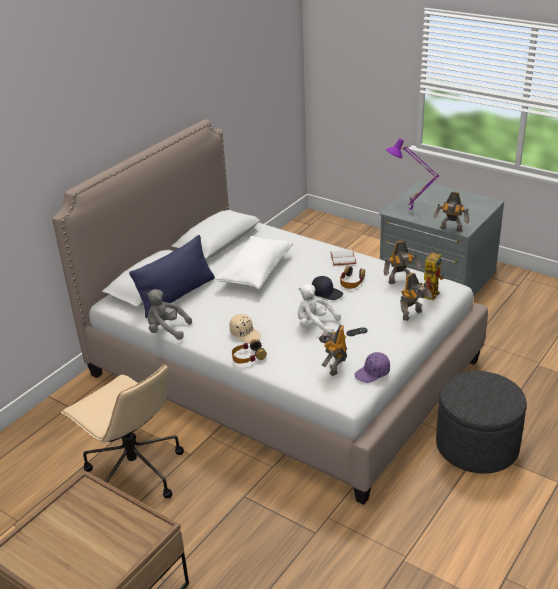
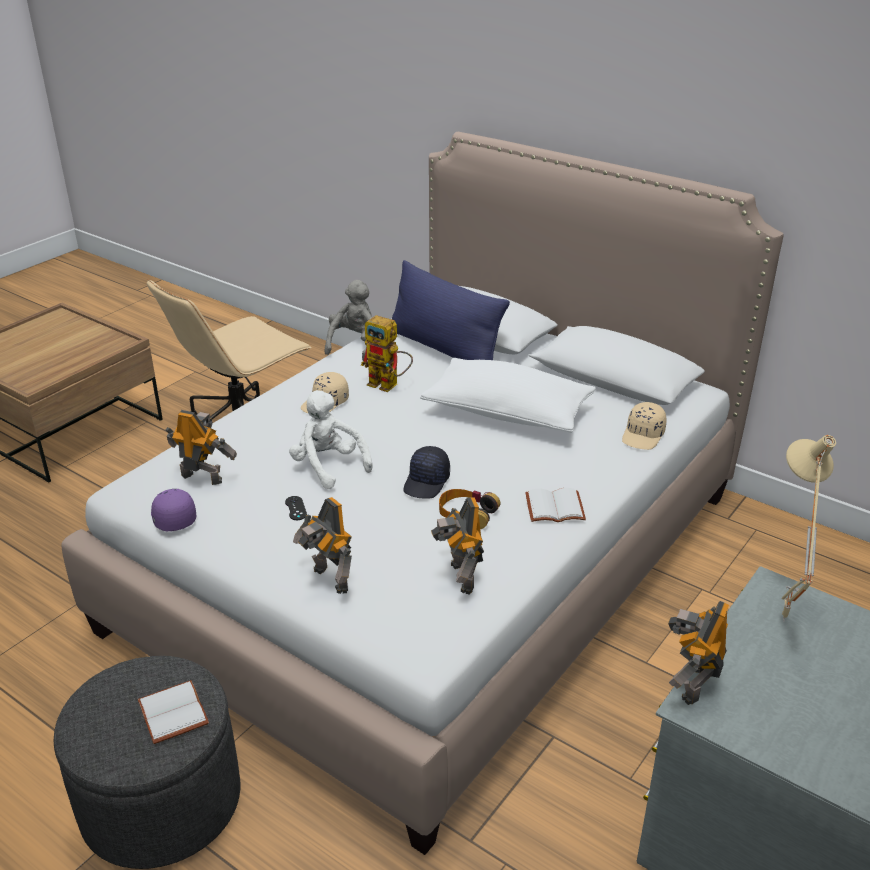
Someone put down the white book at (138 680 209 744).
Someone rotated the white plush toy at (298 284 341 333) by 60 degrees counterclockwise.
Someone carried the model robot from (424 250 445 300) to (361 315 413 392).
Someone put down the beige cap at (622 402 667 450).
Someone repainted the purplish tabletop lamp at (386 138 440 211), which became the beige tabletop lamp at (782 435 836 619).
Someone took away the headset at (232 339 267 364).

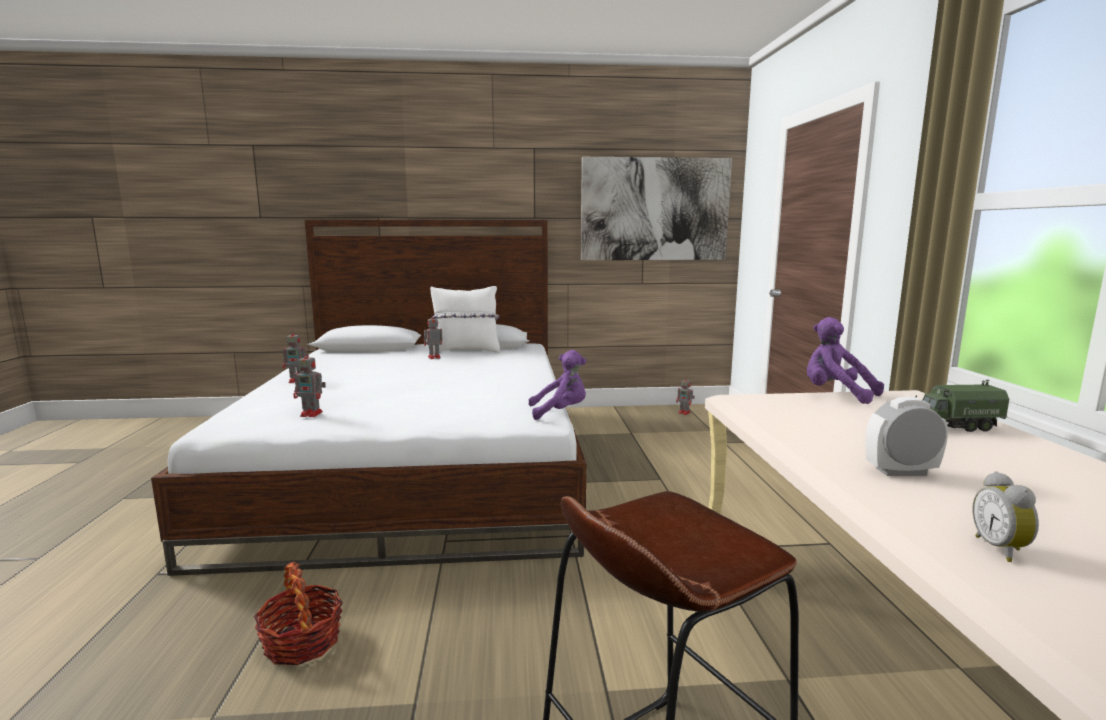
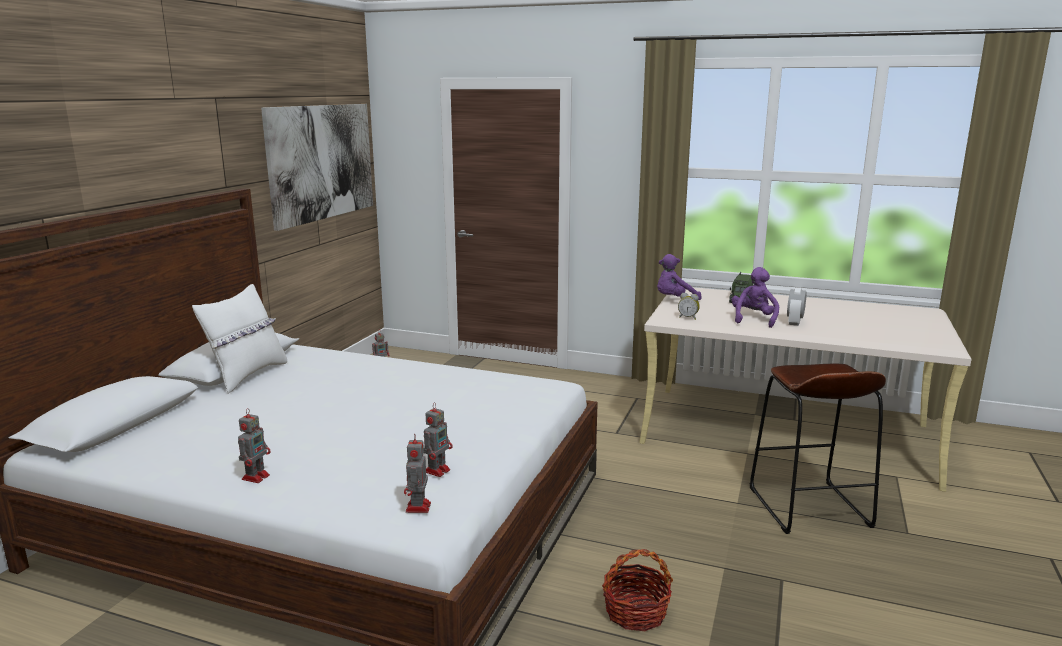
Someone carried the model robot from (424 314 442 359) to (404 433 431 513).
Someone carried the bedside clock from (972 471 1039 562) to (678 293 700 320).
Someone carried the purplish plush toy from (529 350 586 420) to (732 267 779 328).

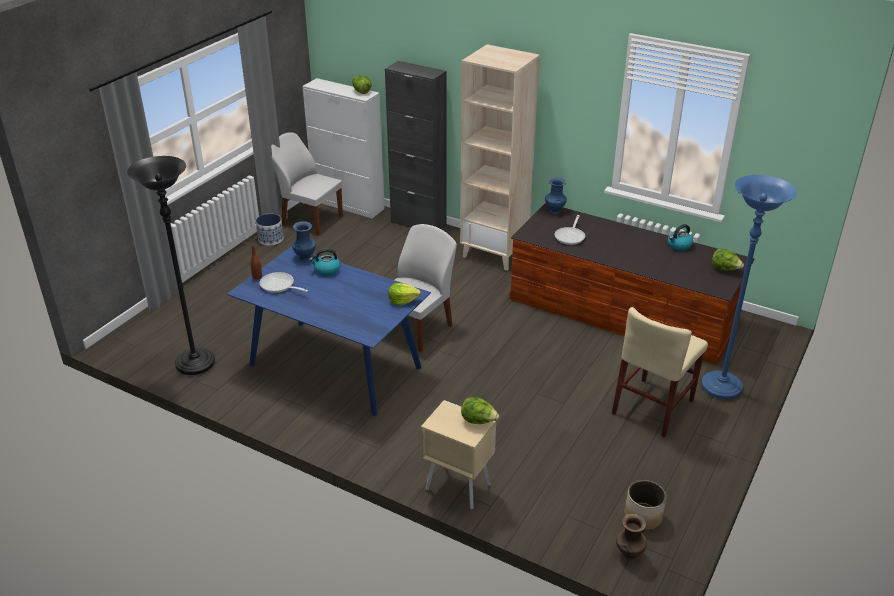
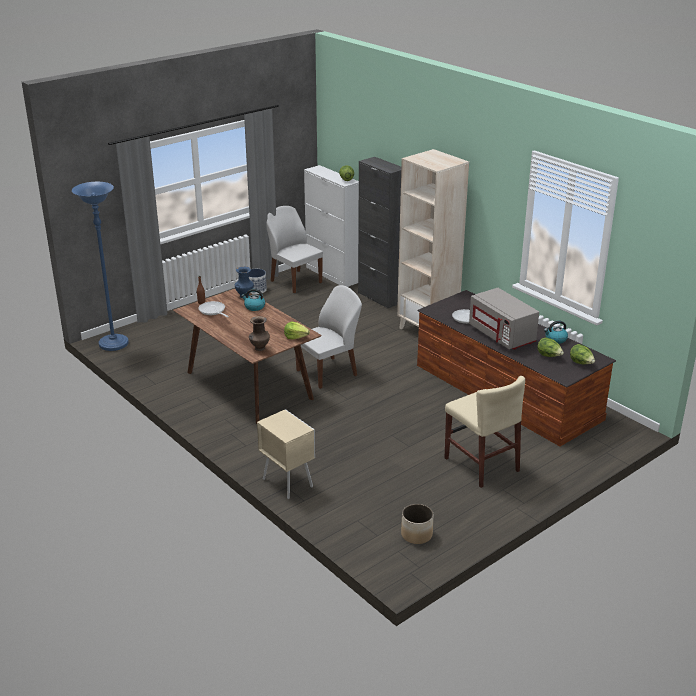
Someone carried the bluish standard lamp from (701 175 797 400) to (72 182 129 351).
Someone repainted the bluish kitchen table at (227 247 431 416), which became the brown-coloured kitchen table at (173 289 322 424).
Someone carried the brown-coloured flower vase from (616 514 647 560) to (249 316 270 351).
Someone rotated the beige upright chair at (612 307 708 438) by 90 degrees counterclockwise.
Someone put down the grey microwave at (469 288 539 350).
Someone carried the lettuce from (461 397 499 424) to (537 337 564 357).
Someone took away the black-coloured standard lamp at (127 156 215 375).
Someone took away the bluish flower vase at (545 177 567 214).

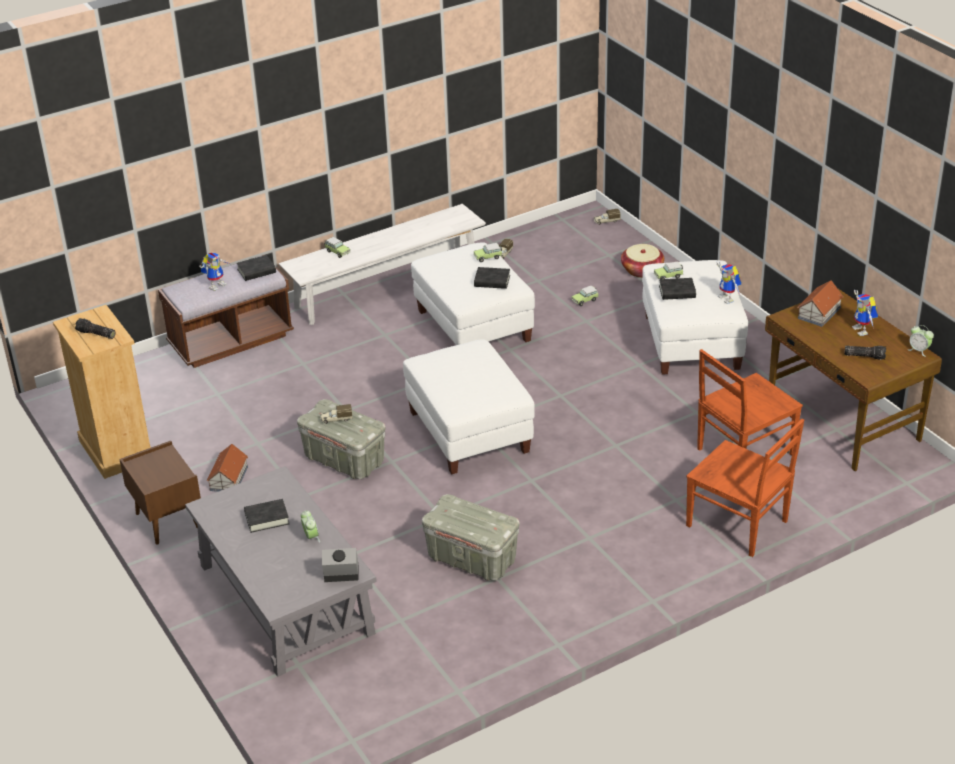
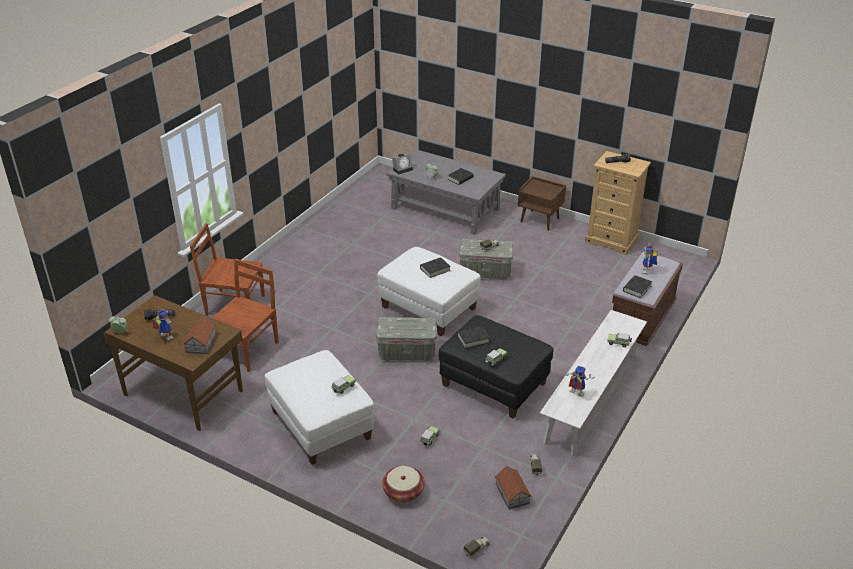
Someone carried the grey storage container from (422 494 520 581) to (376 317 437 362).
Someone carried the black-coloured book from (659 278 696 300) to (420 257 450 278).
Someone repainted the white pouffe at (411 242 535 345), which became the black-coloured pouffe at (439 315 554 419).
Someone carried the toy house from (206 444 248 492) to (495 465 531 509).
Someone carried the model robot from (716 262 741 304) to (564 366 594 397).

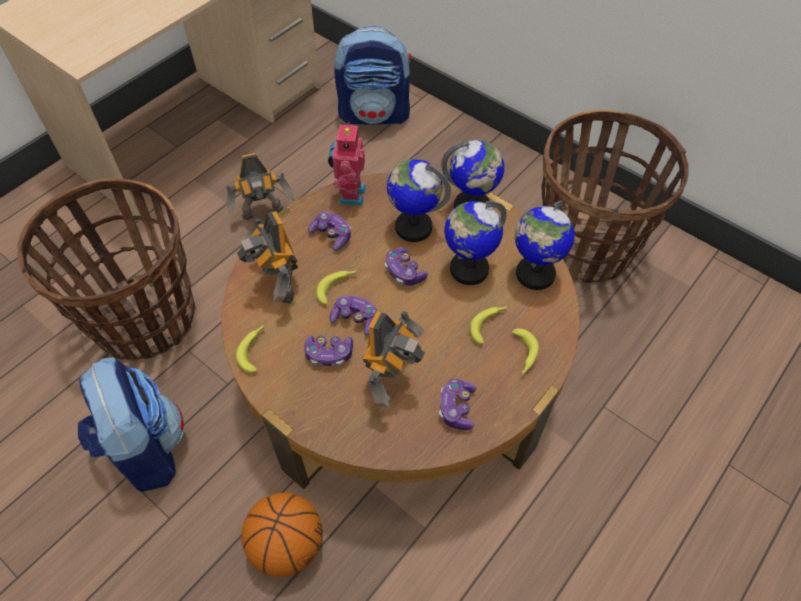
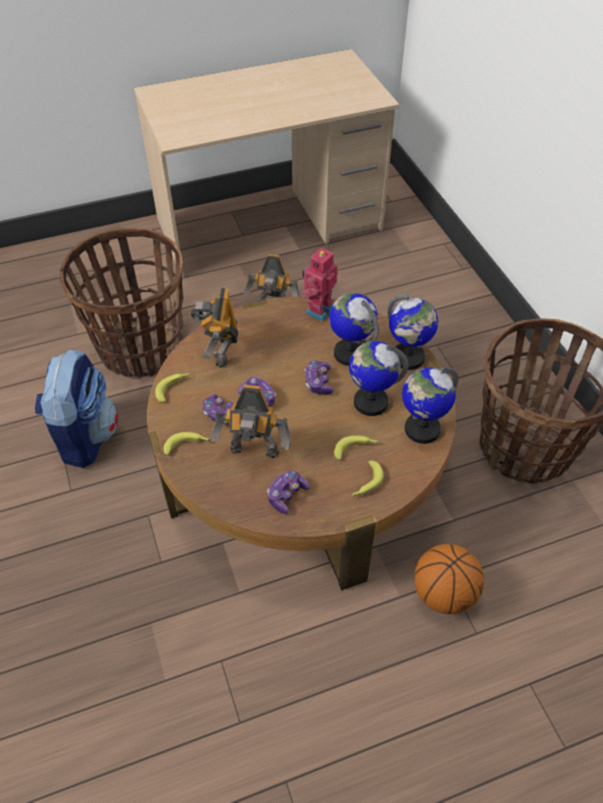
Someone carried the banana fruit from (316 270 357 305) to (164 432 210 455).
Someone rotated the model robot at (363 311 425 408) by 45 degrees clockwise.
Someone carried the basketball ball from (241 493 323 577) to (414 544 484 614).
Someone took away the joypad at (308 212 351 251).
Someone took away the backpack at (334 26 412 125).

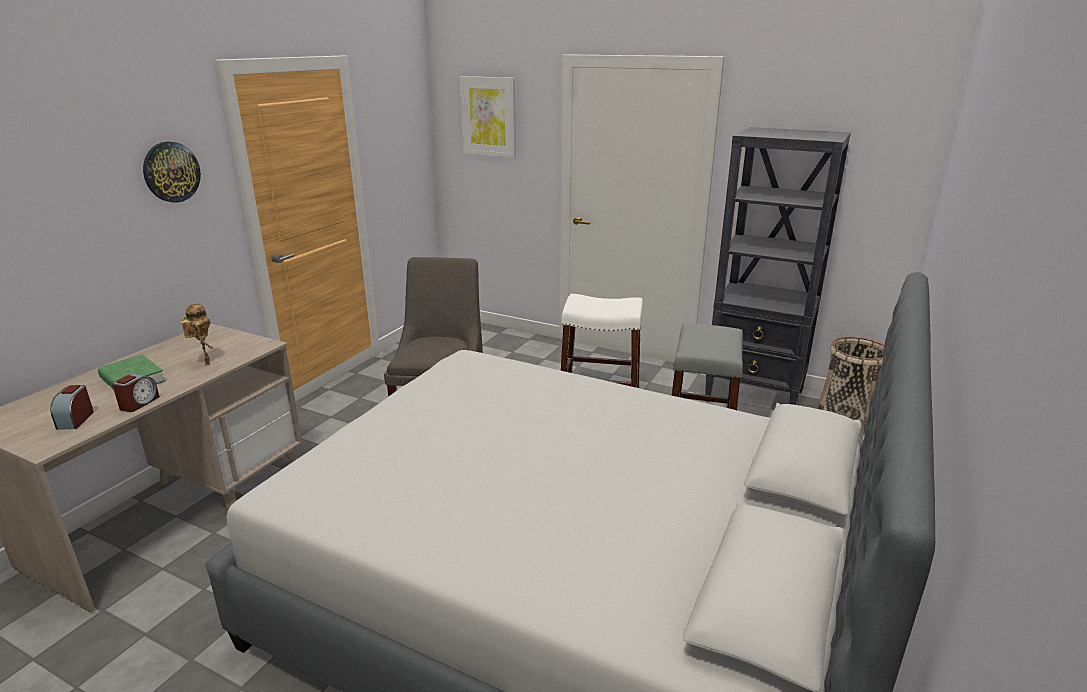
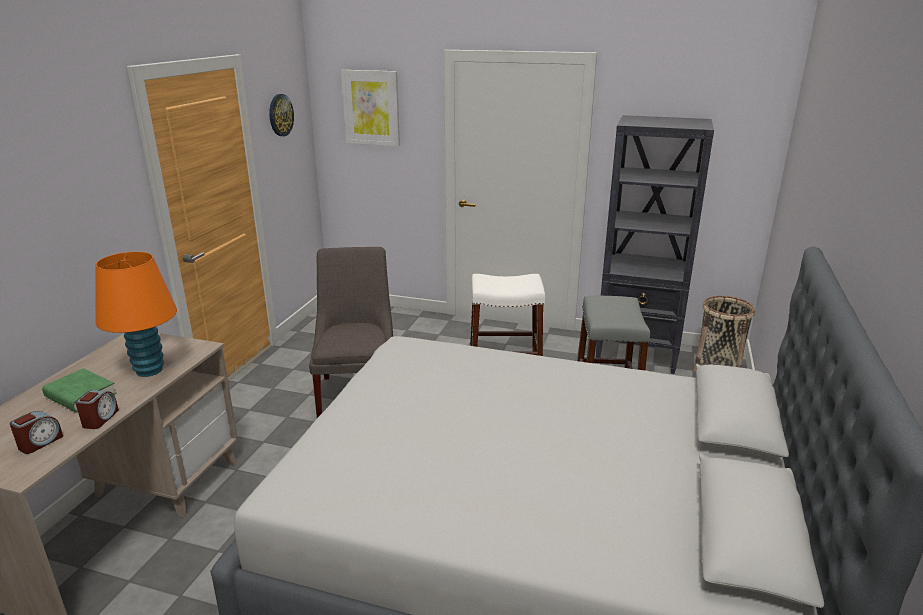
Someone rotated the bedside clock at (50 385 94 430) by 135 degrees counterclockwise.
Someone swapped the model robot at (181 304 213 366) for the orange-coloured tabletop lamp at (96 252 177 377).
Someone carried the hanging clock from (143 142 201 202) to (269 94 294 136).

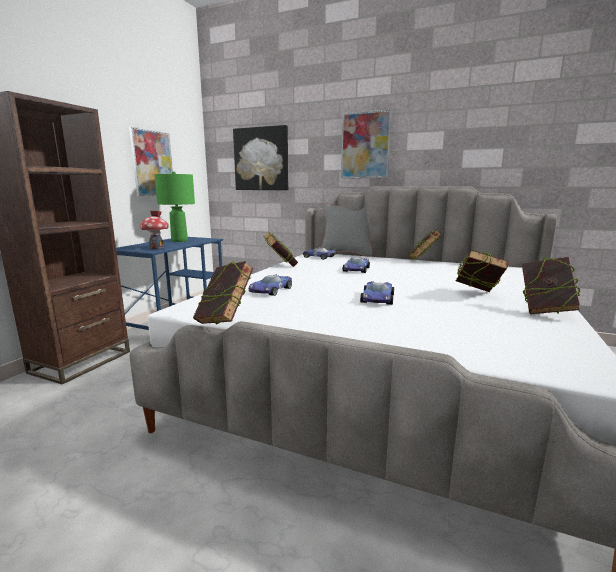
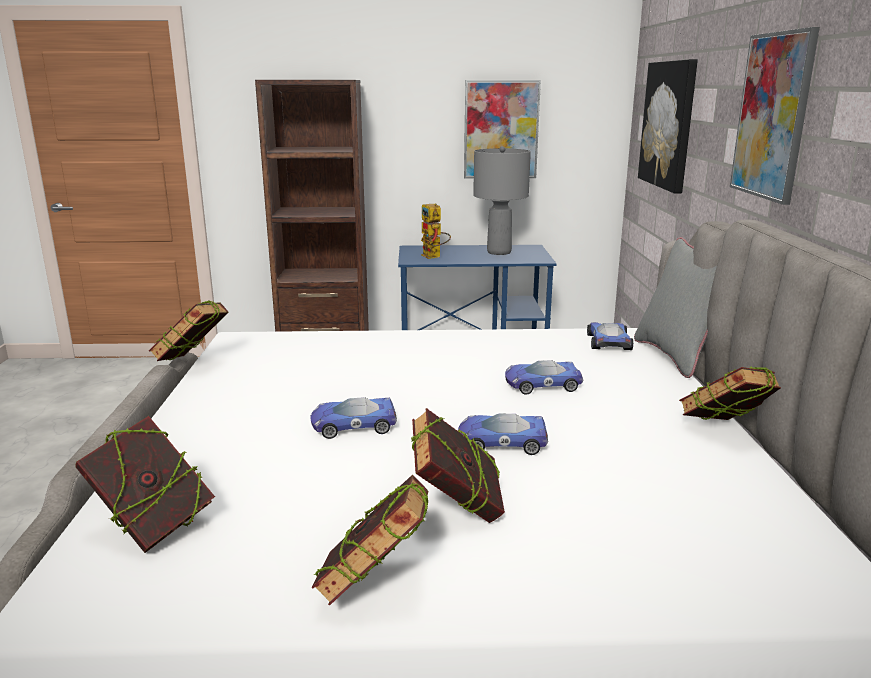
Someone carried the book from (264 232 298 267) to (75 416 215 553).
Someone swapped the toy house at (140 211 169 249) for the model robot at (421 203 451 259).
Someone carried the toy car from (249 274 292 296) to (458 414 548 455).
Someone repainted the green-coloured tabletop lamp at (154 171 195 242), which became the grey tabletop lamp at (473 146 531 255).

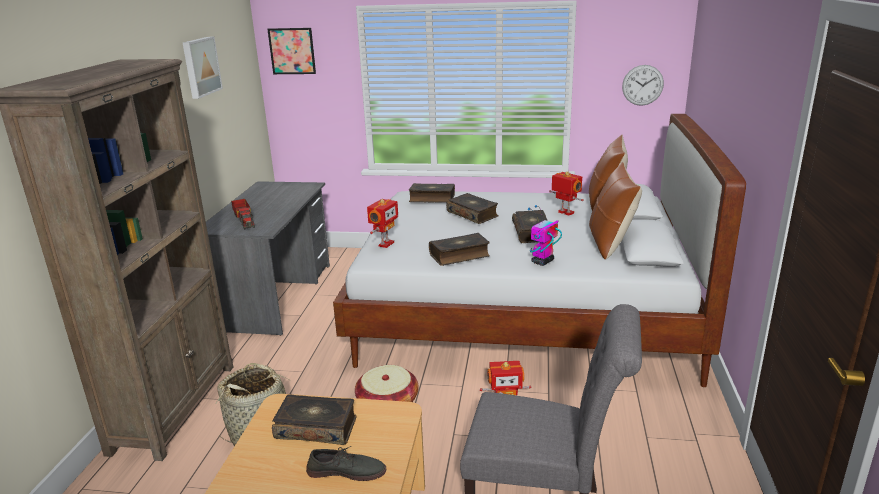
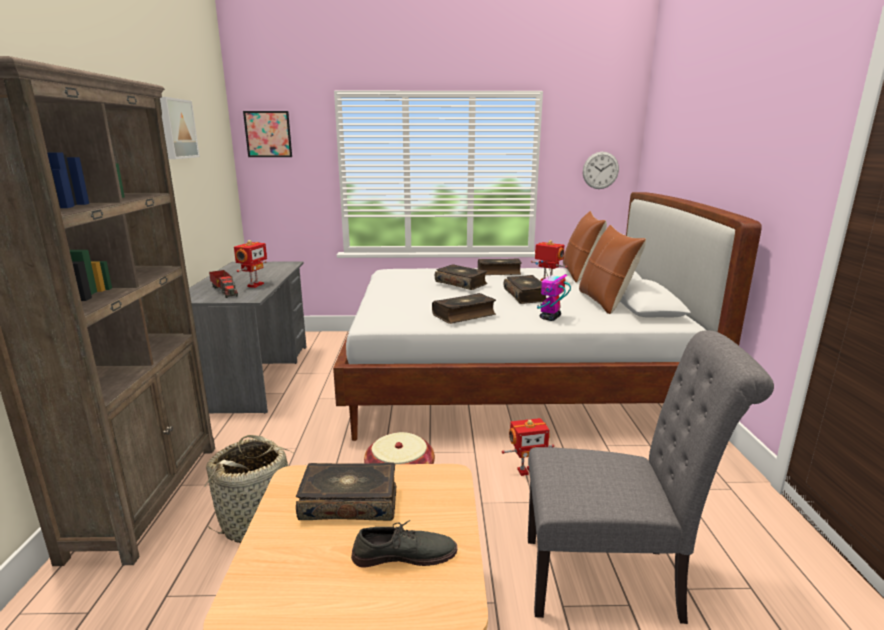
Someone carried the model robot from (367 199 398 248) to (234 240 267 288).
Someone carried the book from (409 183 455 203) to (478 258 522 275).

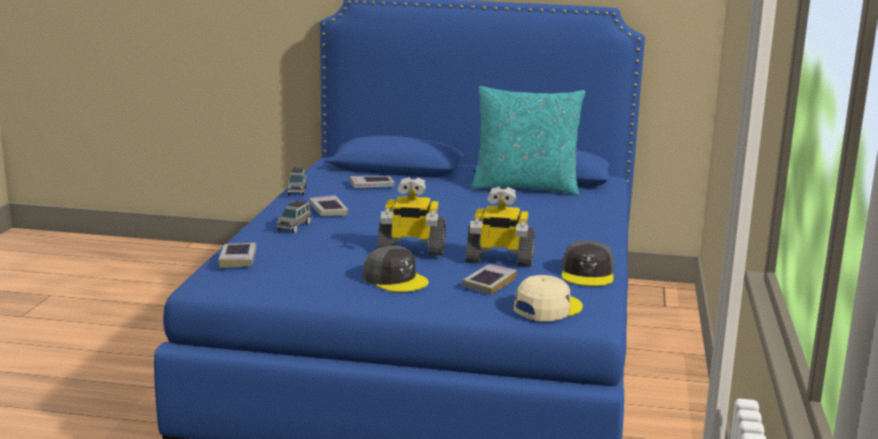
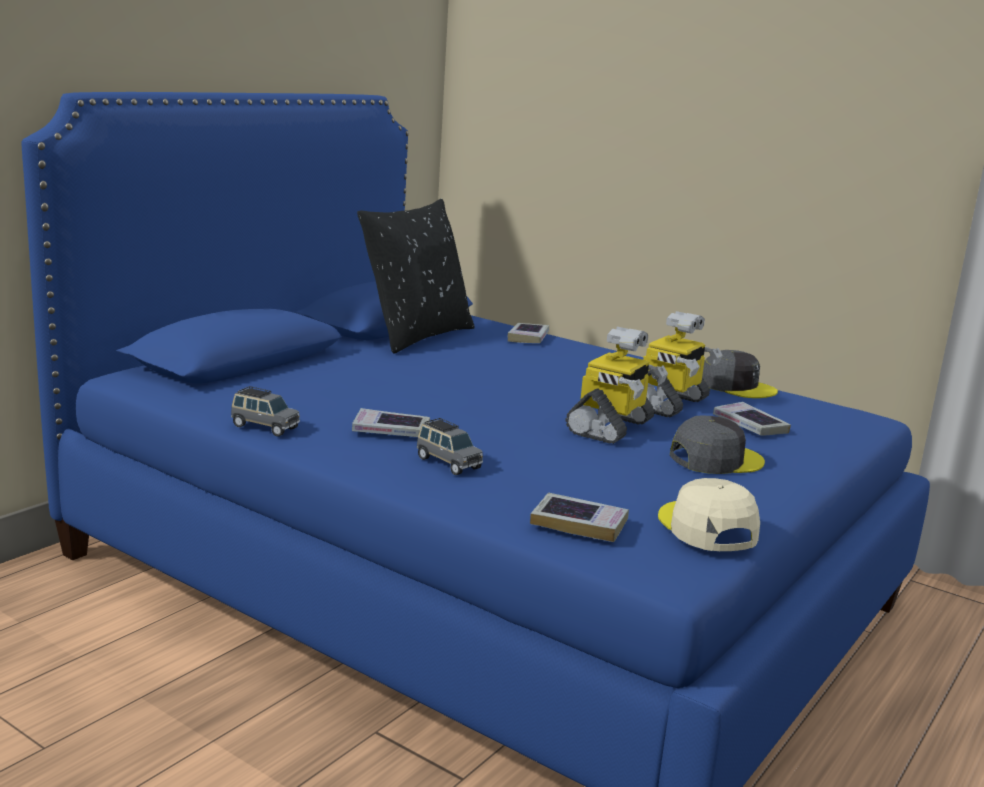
Someone repainted the blue-green pillow at (471 86 585 195), which became the black-coloured pillow at (357 199 475 354).
Someone carried the book from (350 176 395 188) to (508 323 549 343).
Someone carried the beige cap from (514 275 583 321) to (658 478 760 551).

